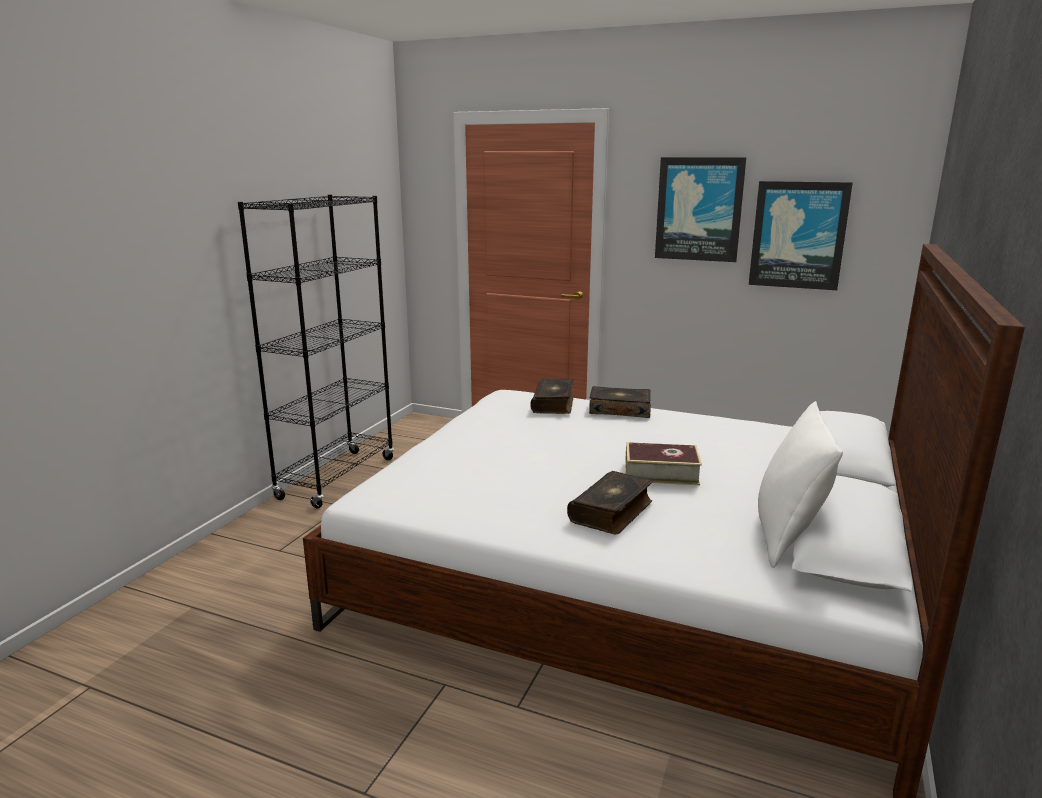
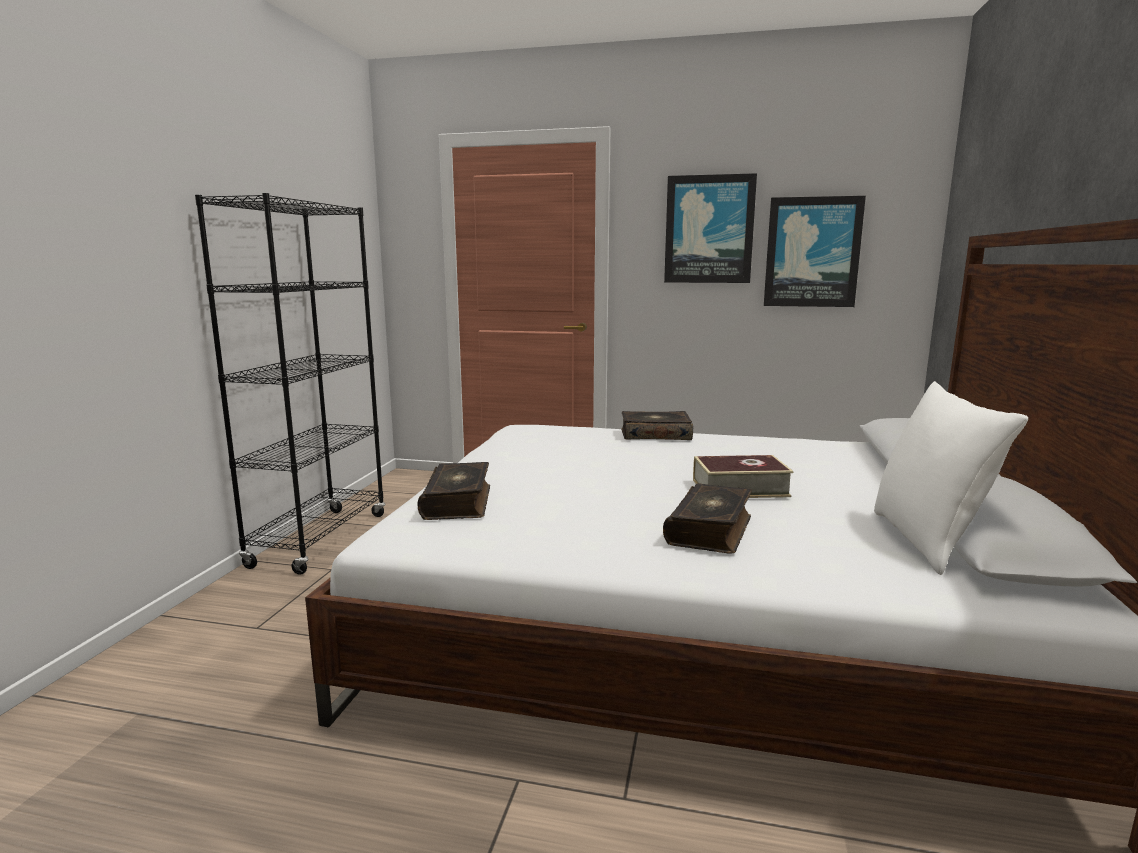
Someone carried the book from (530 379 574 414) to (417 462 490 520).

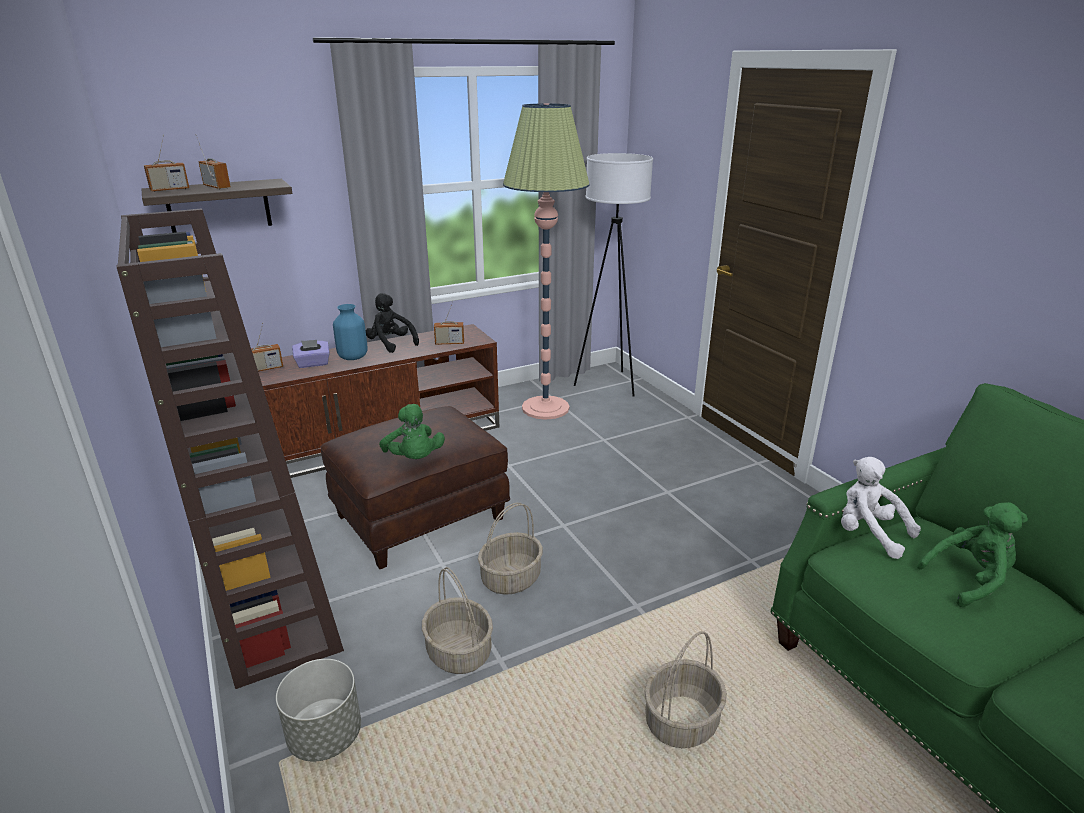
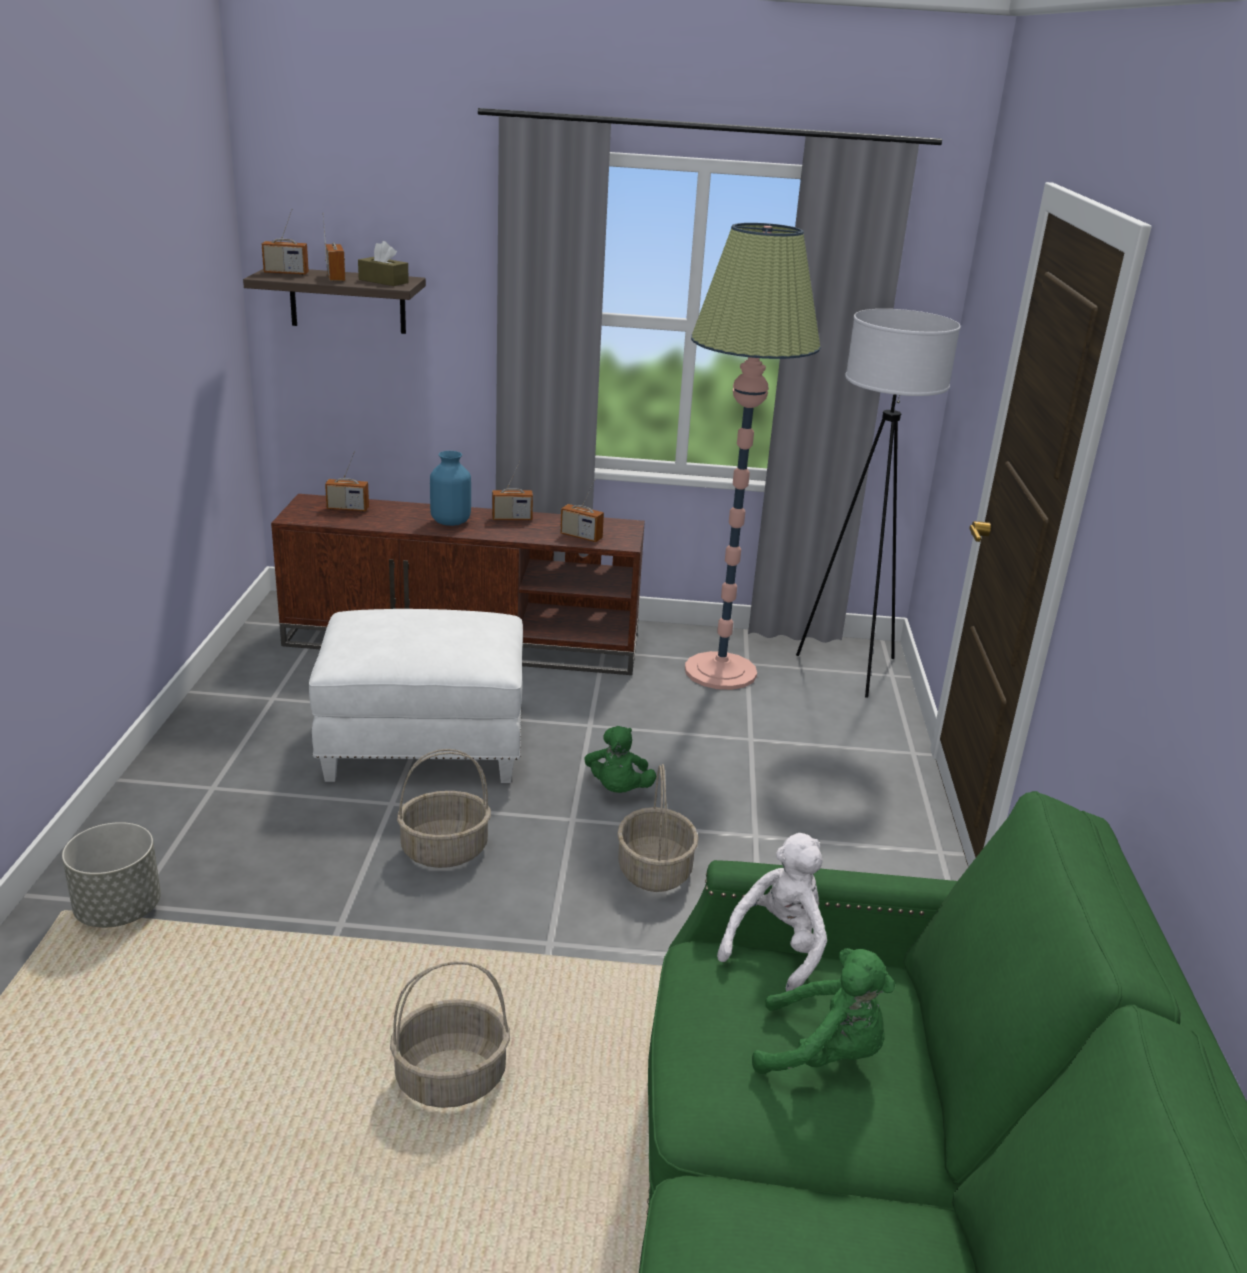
Someone repainted the brown-coloured pouffe at (321 406 510 569), which became the white pouffe at (309 609 523 783).
Someone put down the brown-coloured tissue box at (358 241 409 286).
Someone swapped the black-coloured plush toy at (366 293 419 353) for the radio receiver at (492 461 533 520).
Someone carried the green-coloured plush toy from (379 404 445 459) to (585 726 656 793).
Someone carried the storage basket from (422 567 493 674) to (617 764 698 892).
Someone rotated the white plush toy at (841 457 921 559) by 45 degrees clockwise.
Someone took away the brown-coloured bookcase at (117 208 344 689).
Someone took away the purplish tissue box at (292 340 330 368).

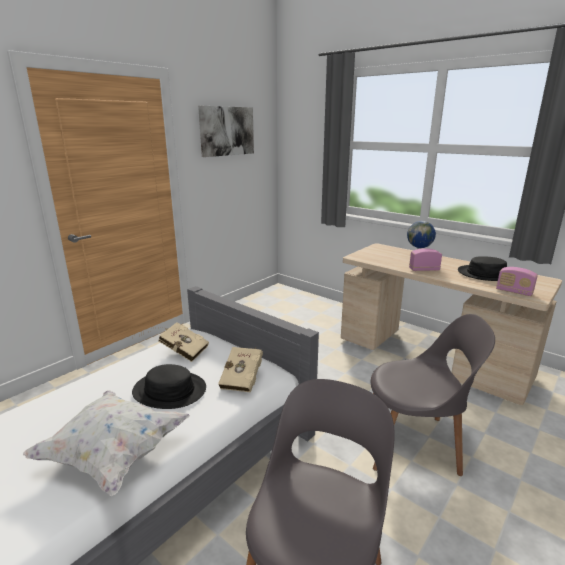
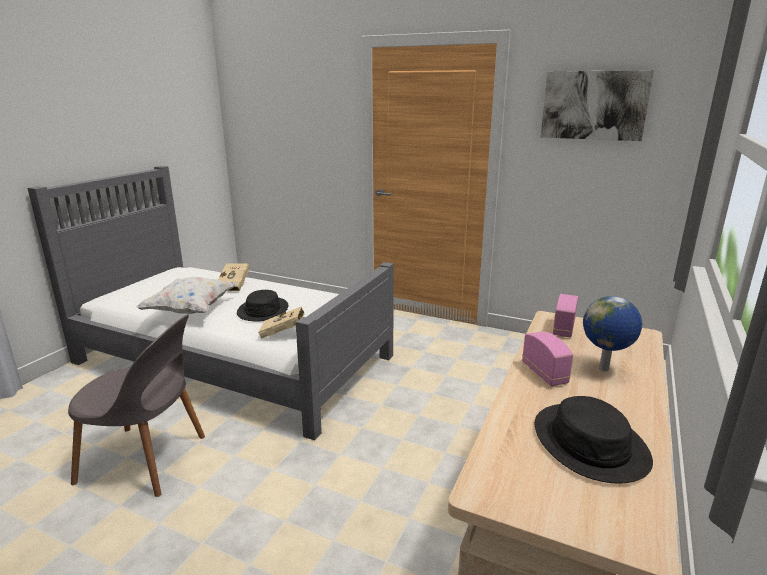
Someone carried the beige book from (158 322 209 362) to (218 263 250 291).
Someone carried the radio receiver from (496 267 538 296) to (553 294 578 337).
Someone took away the grey upright chair at (371 314 495 476).

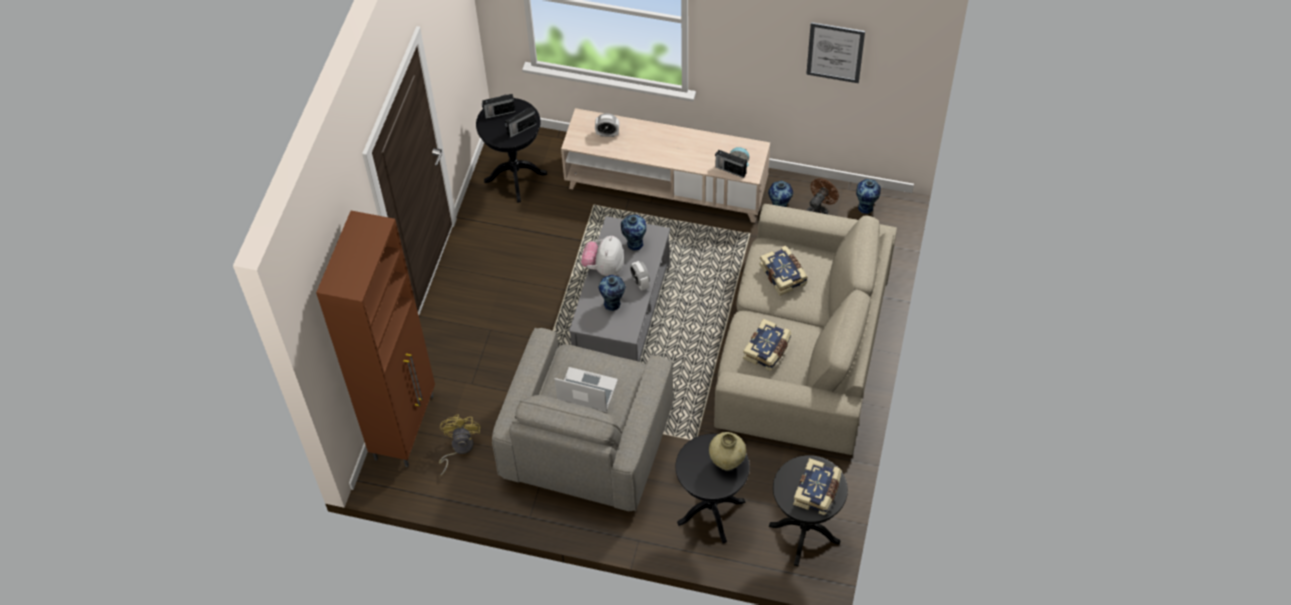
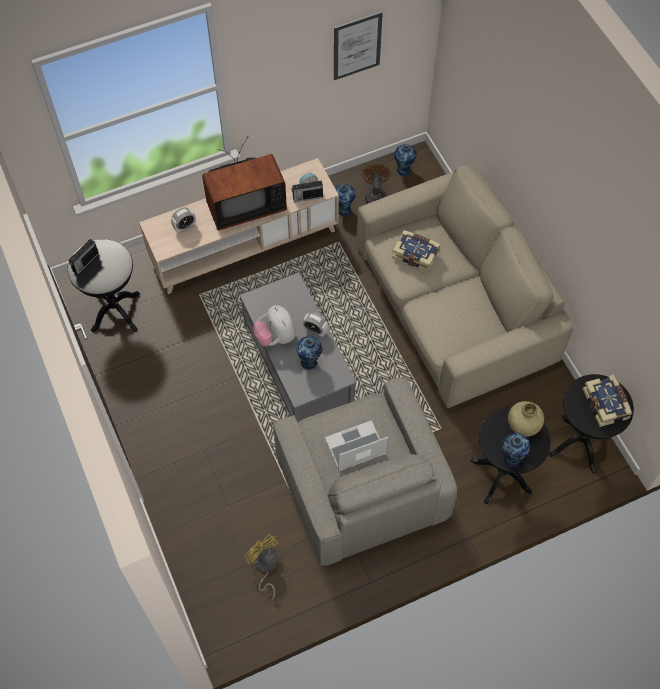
Someone put down the TV set at (202 136 287 230).
Someone carried the flower vase from (621 214 646 251) to (502 433 530 467).
Someone took away the brown-coloured storage cabinet at (316 211 435 467).
Someone took away the radio receiver at (505 107 537 138).
Someone took away the book at (743 318 791 371).

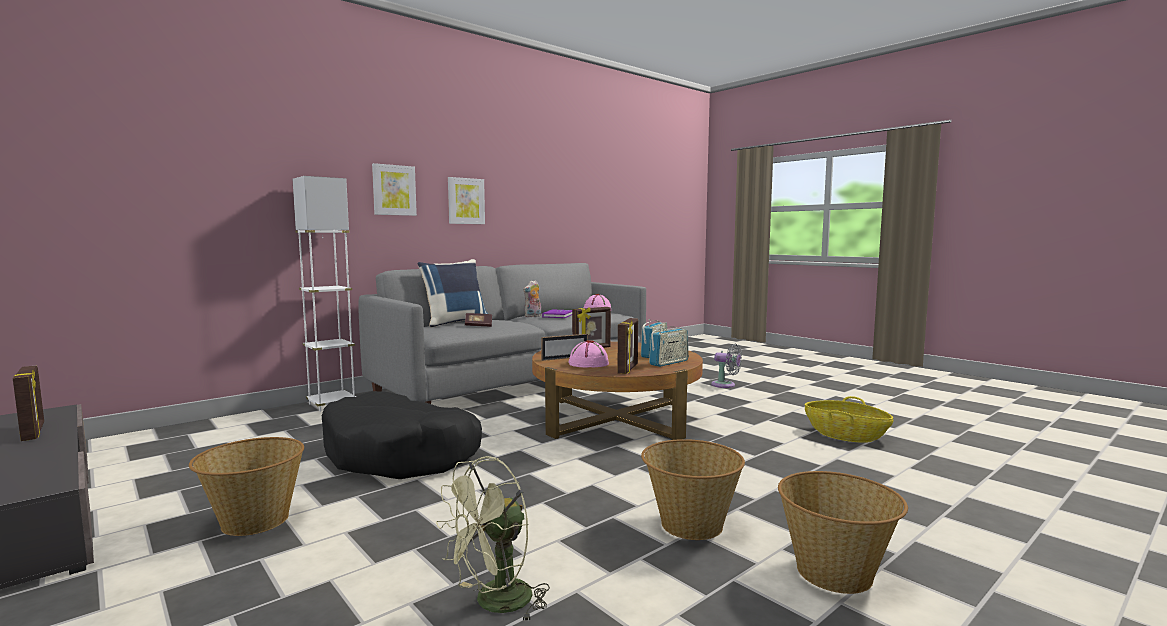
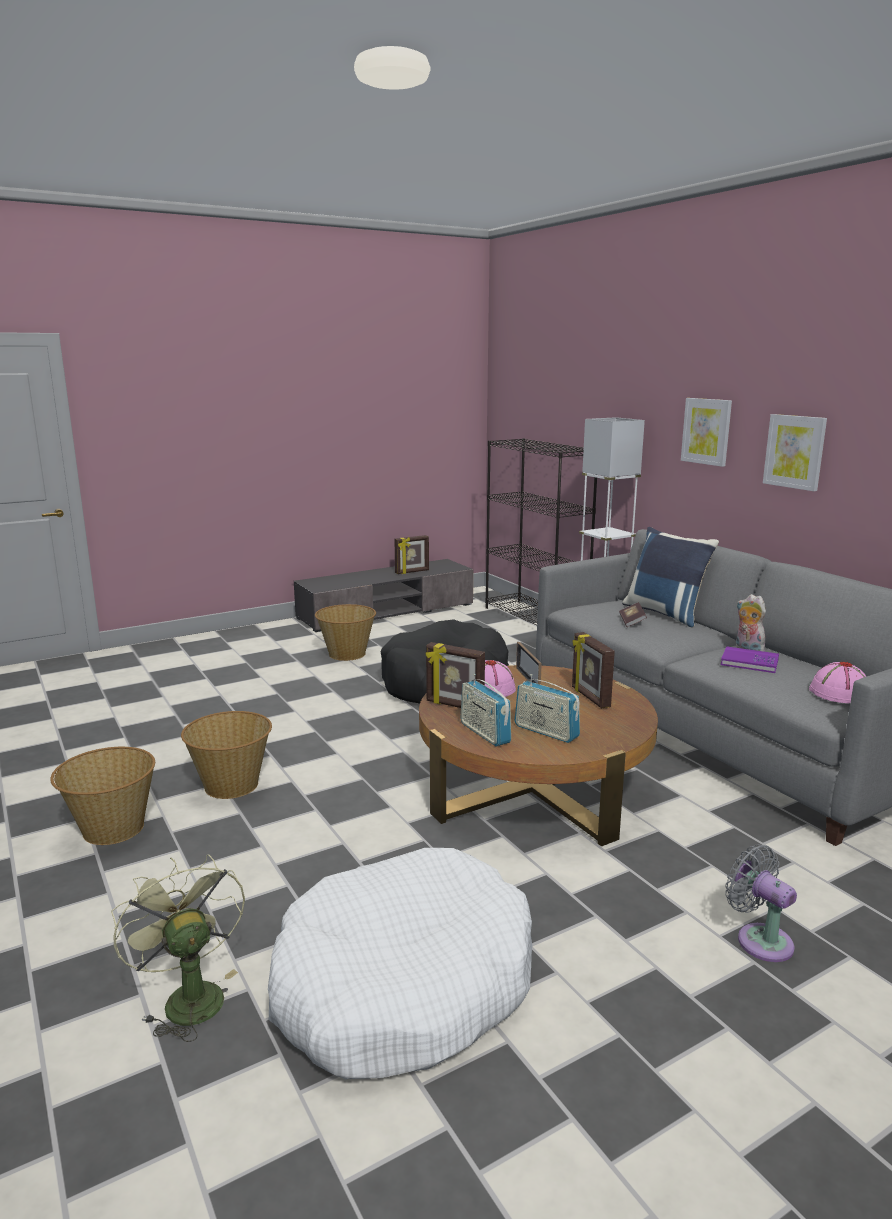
Someone carried the green-coloured cooling fan from (436 456 550 623) to (111 854 245 1042).
Someone swapped the storage basket at (805 396 893 443) for the white pet bed at (268 848 532 1079).
Someone put down the black-coloured bookcase at (485 438 597 625).
Someone rotated the grey cooling fan at (711 343 742 388) by 105 degrees clockwise.

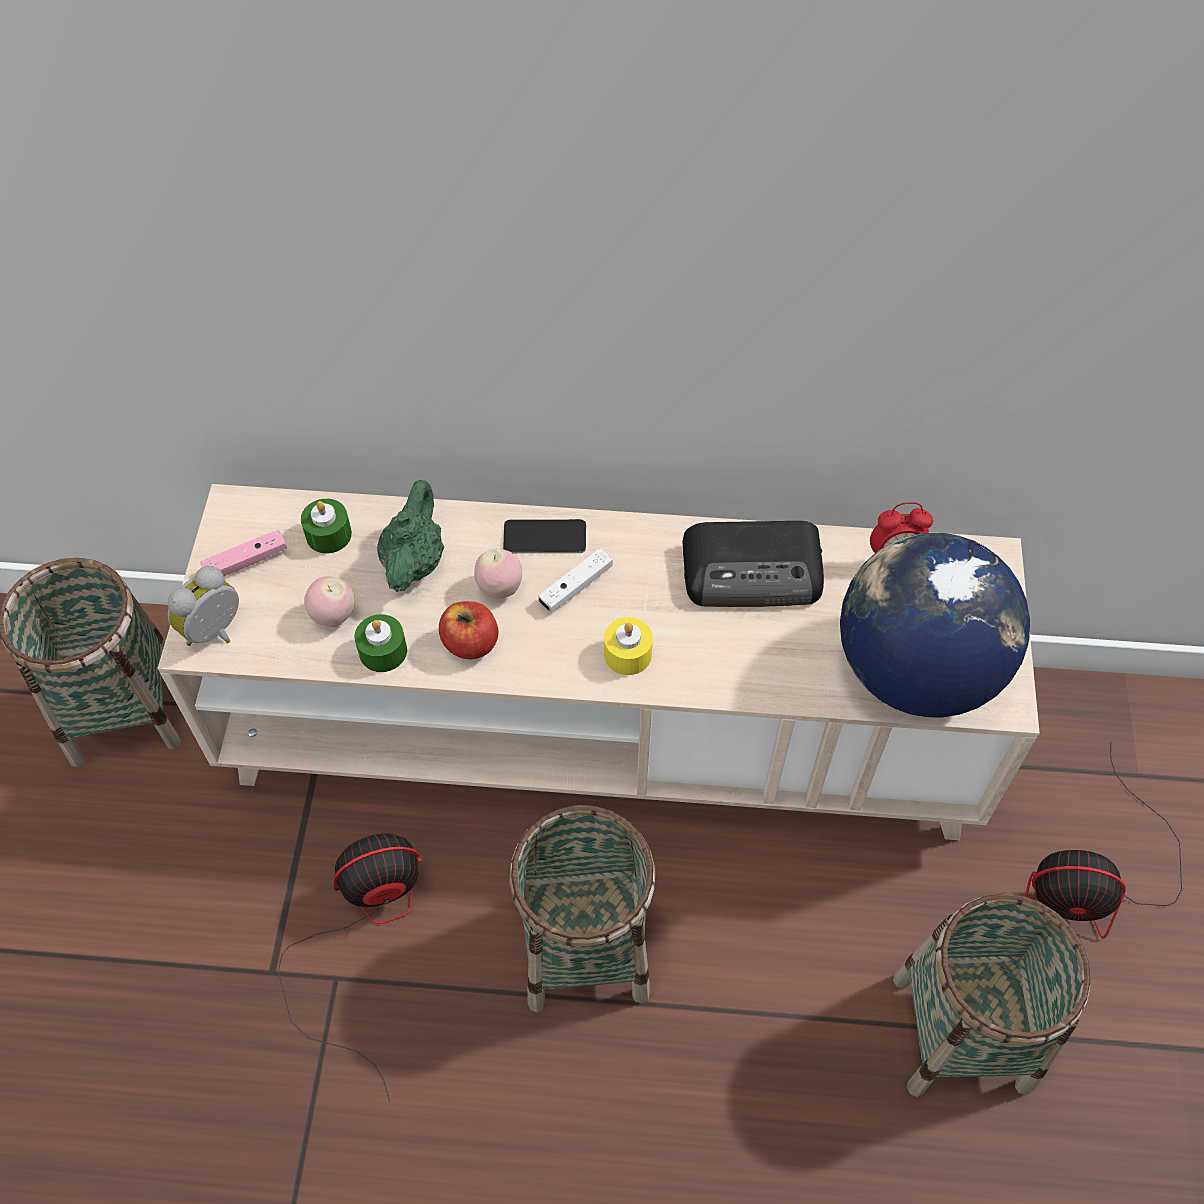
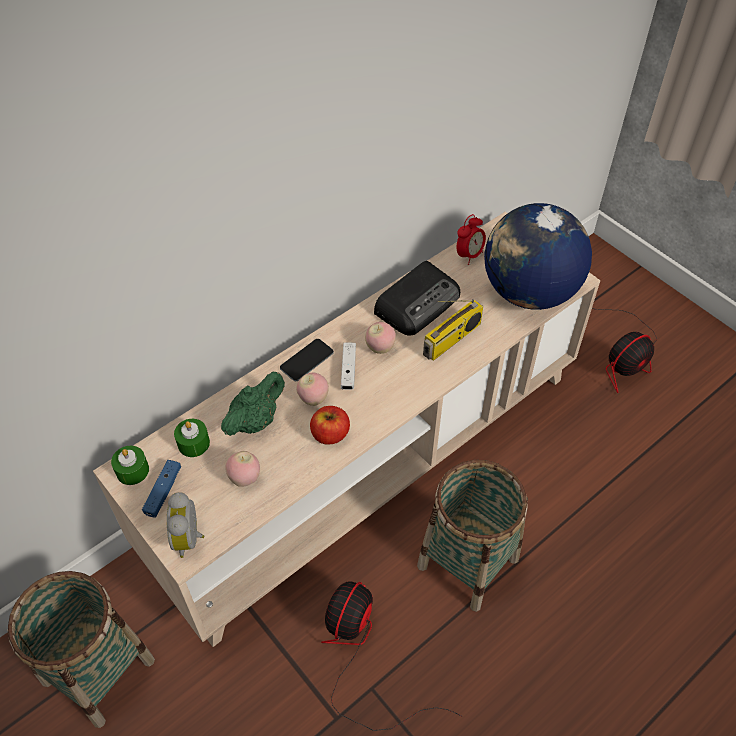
Someone carried the green-coloured wax candle from (355 614 407 672) to (111 446 149 485).
Someone repainted the pinkish joypad at (200 530 287 576), which became the bluish joypad at (142 460 181 518).
Someone rotated the green-coloured pot for tea at (377 480 444 592) by 75 degrees clockwise.
Someone put down the whole apple at (365 322 396 354).
Someone put down the radio receiver at (423 299 483 361).
Someone took away the yellow-coloured wax candle at (604 617 653 675).
Someone took away the storage basket at (893 893 1091 1097).

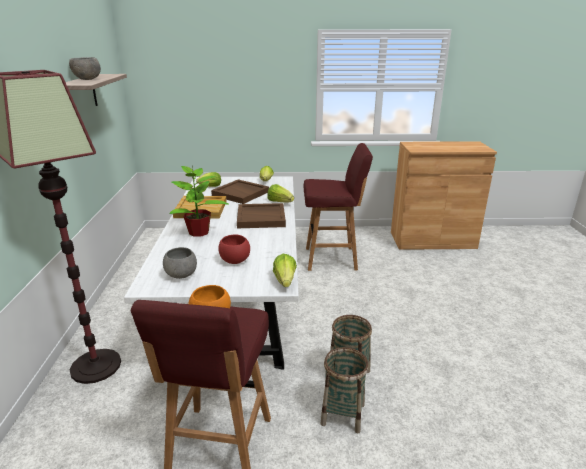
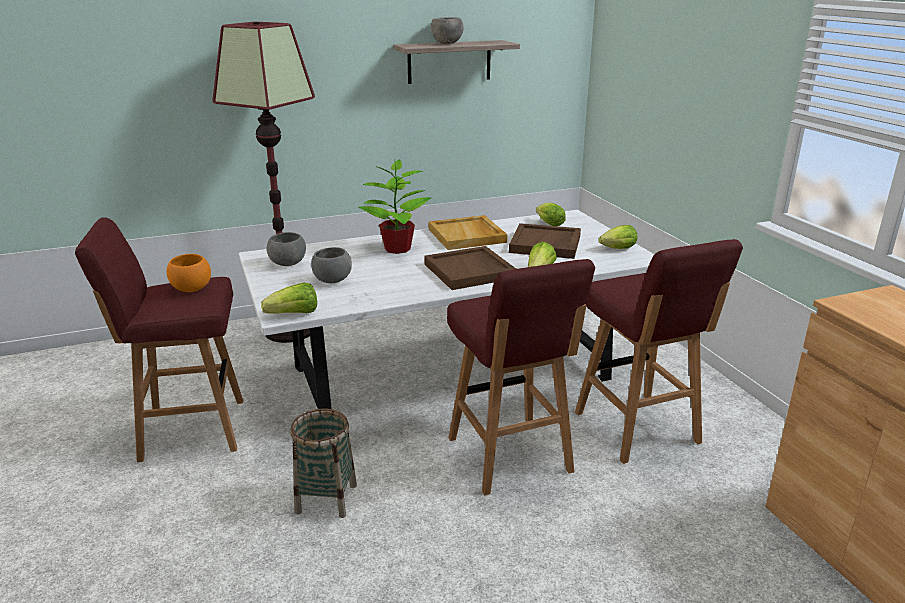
Someone repainted the red deep dish at (218 234 250 264), which became the grey deep dish at (311 247 352 283).
Someone put down the red stool seat at (447 259 595 495).
Someone took away the storage basket at (321 347 369 433).

